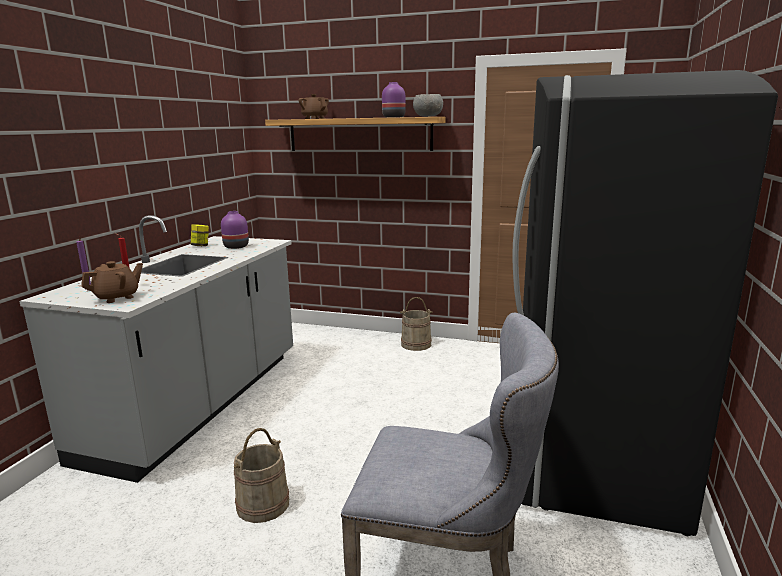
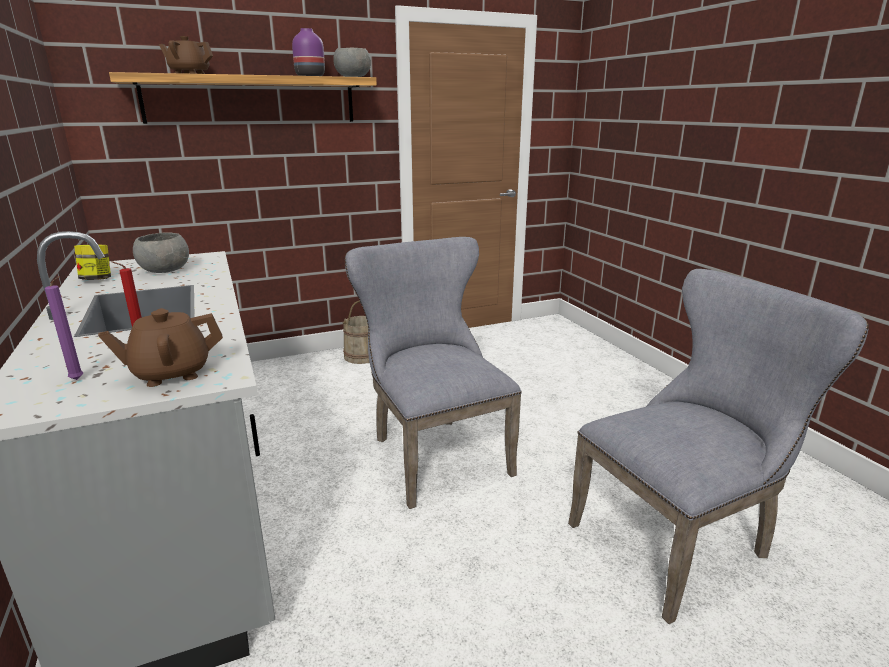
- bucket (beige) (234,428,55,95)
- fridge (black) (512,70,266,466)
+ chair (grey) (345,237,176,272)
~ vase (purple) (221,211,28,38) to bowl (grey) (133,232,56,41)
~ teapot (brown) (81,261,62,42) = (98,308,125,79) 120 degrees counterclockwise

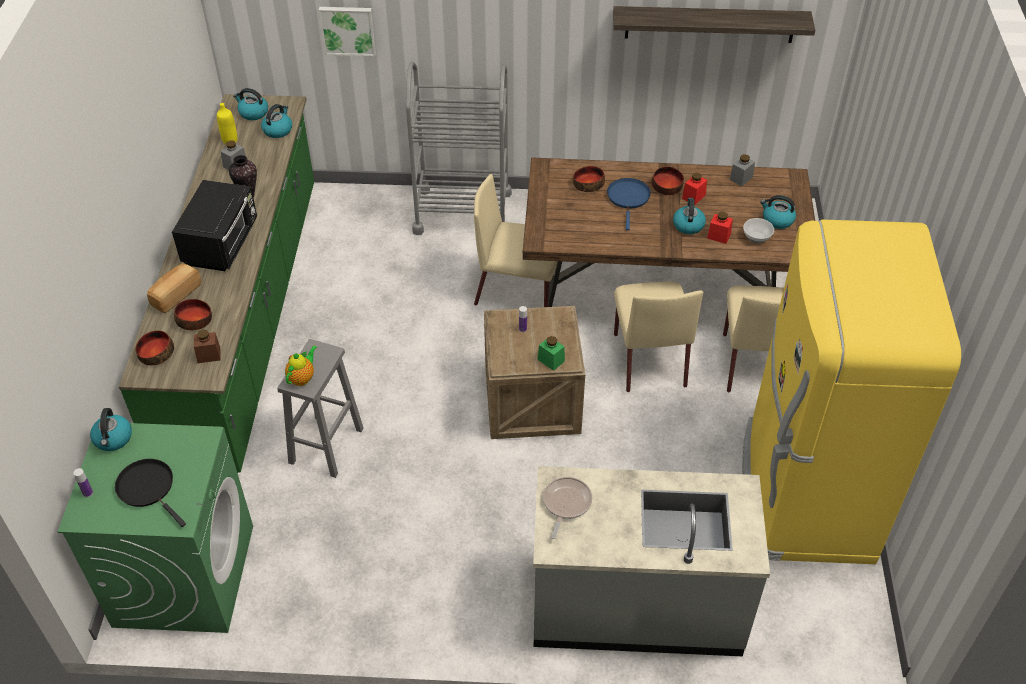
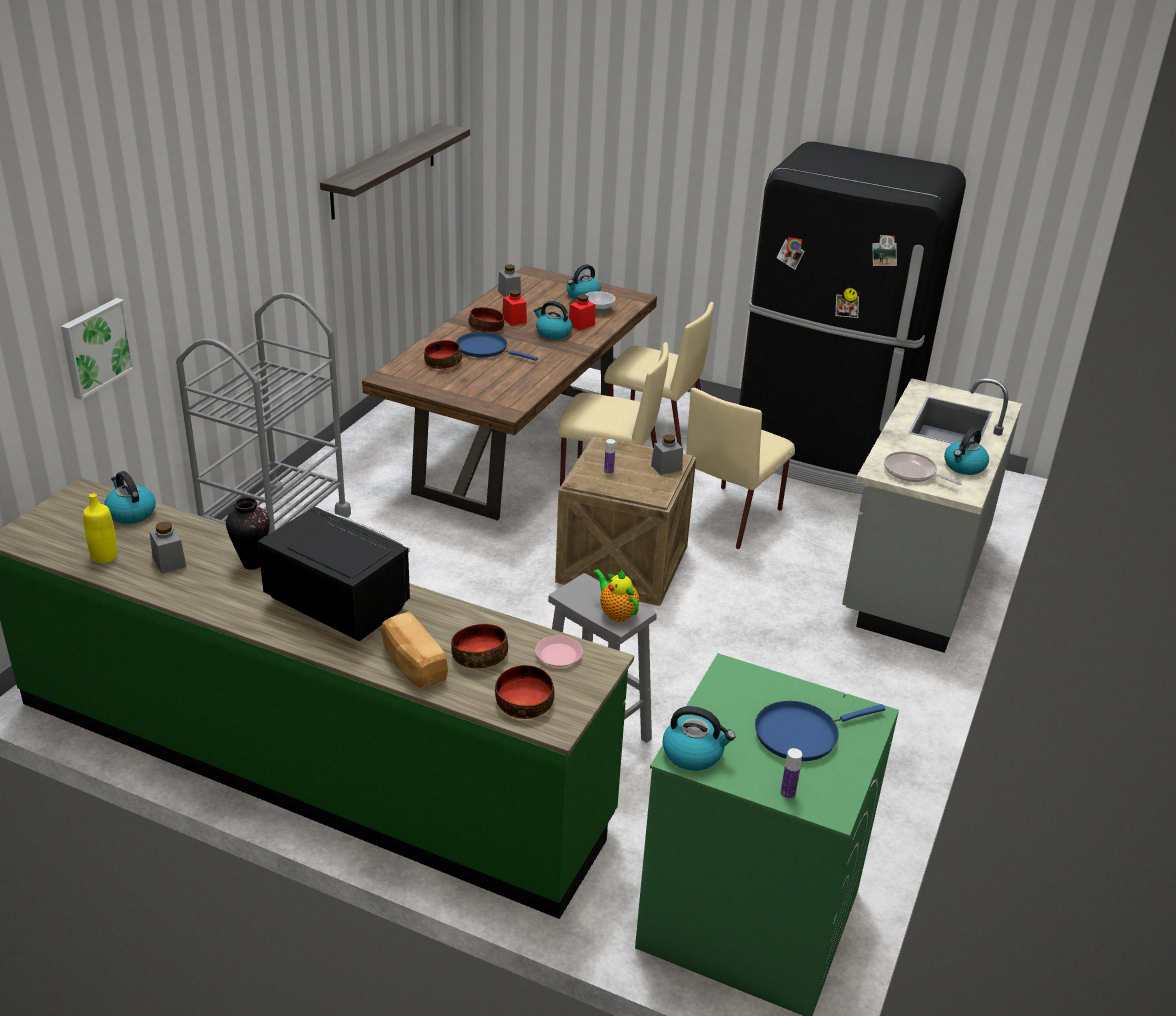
~ kettle (233,88,35,32) to (944,428,45,47)
~ chair (beige) (474,174,83,133) to (686,388,109,161)
~ jar (brown) (194,330,27,33) to plate (pink) (535,635,48,32)
~ frying pan (black) (115,459,71,68) to frying pan (blue) (755,701,130,60)
~ jar (green) (538,336,27,35) to jar (grey) (651,434,32,41)
~ fridge (yellow) (742,220,219,344) to fridge (black) (739,142,227,352)

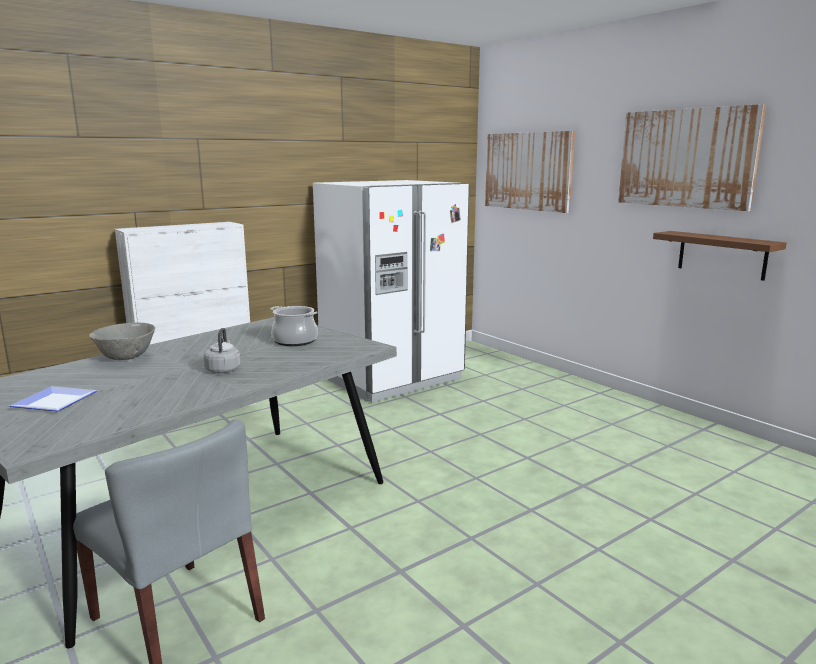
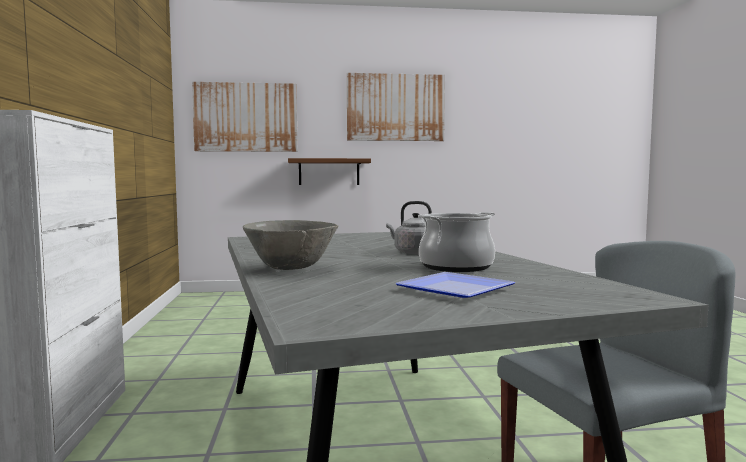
- fridge (white) (313,180,157,222)
~ cooking pot (271,306,47,40) to (418,212,77,60)
~ shelf (brown) (653,231,134,50) to (288,158,83,27)

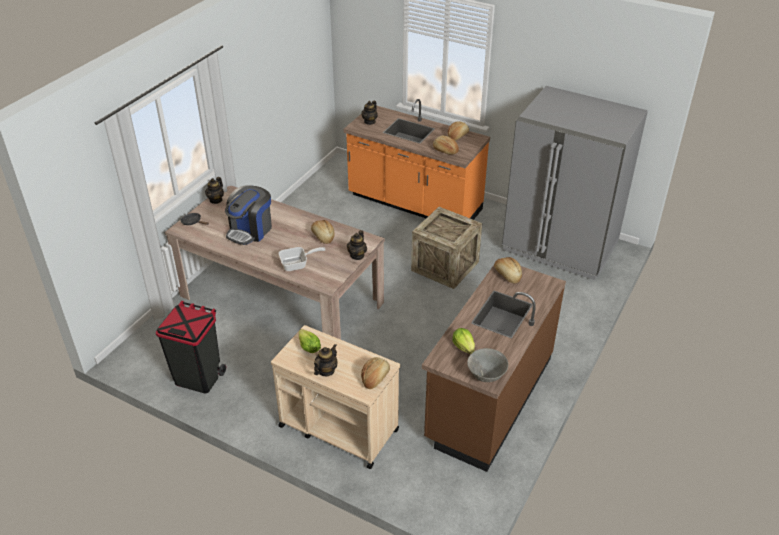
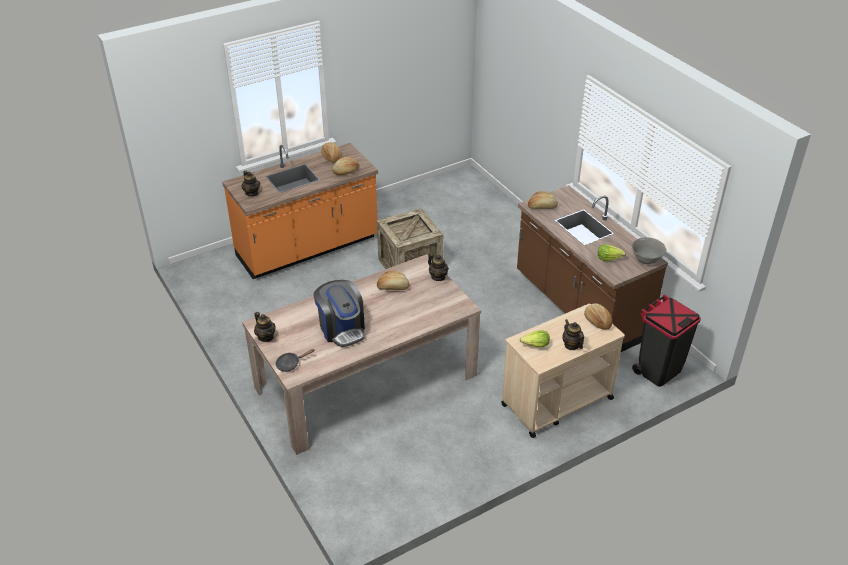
- frying pan (279,247,47,24)
- fridge (grey) (502,86,146,194)
~ trash can (black) (156,301,70,92) to (632,295,69,92)

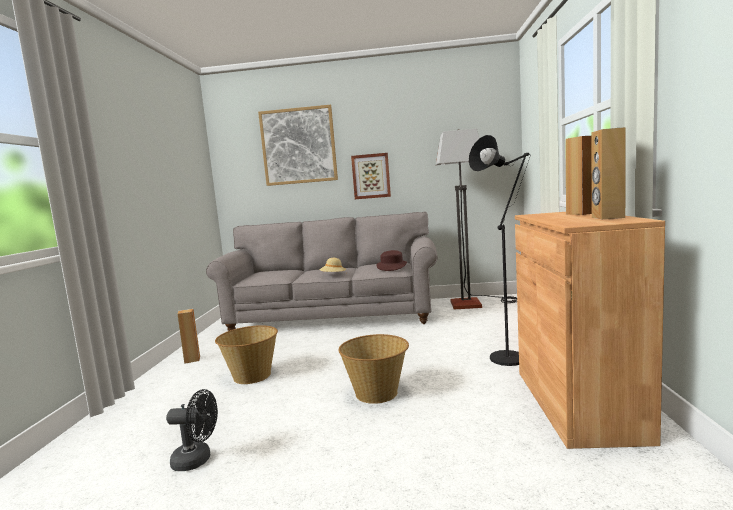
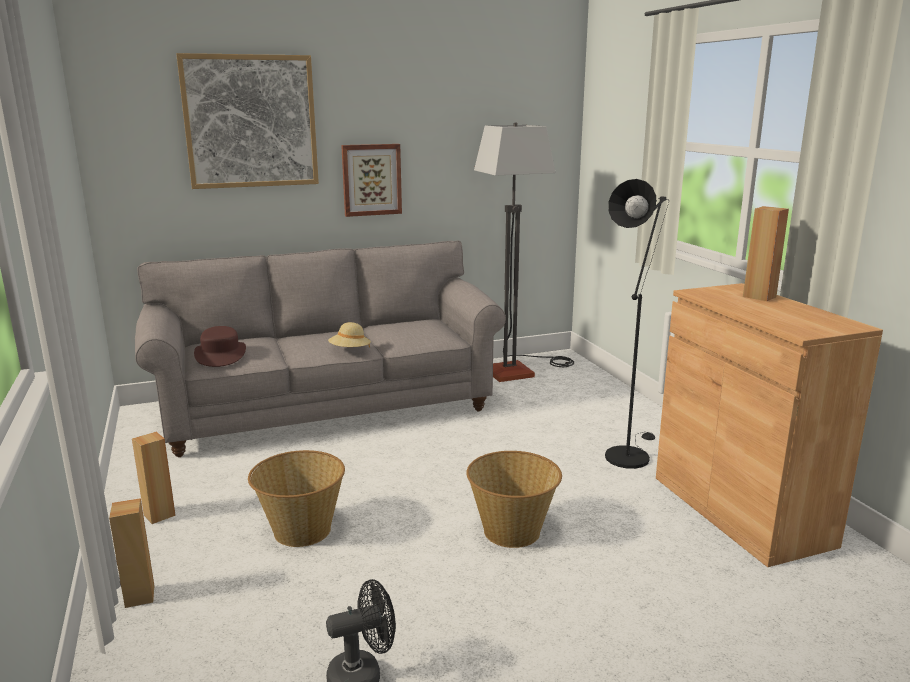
~ hat (brown) (376,250,31,21) to (194,326,52,41)
~ speaker (brown) (591,127,35,92) to (109,498,46,110)

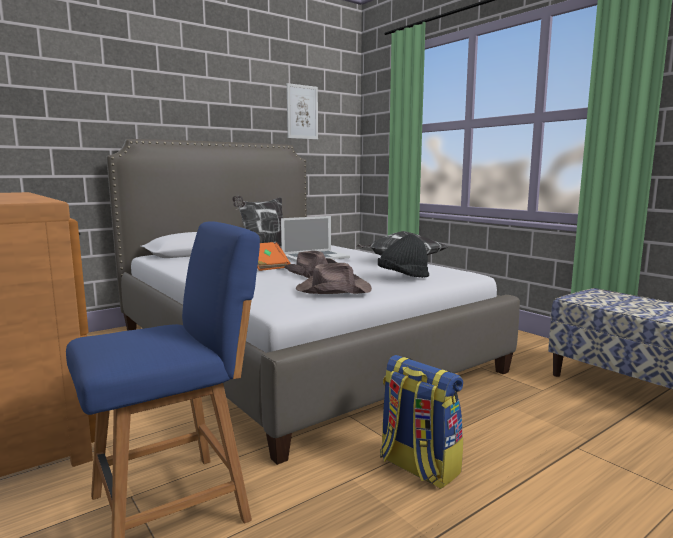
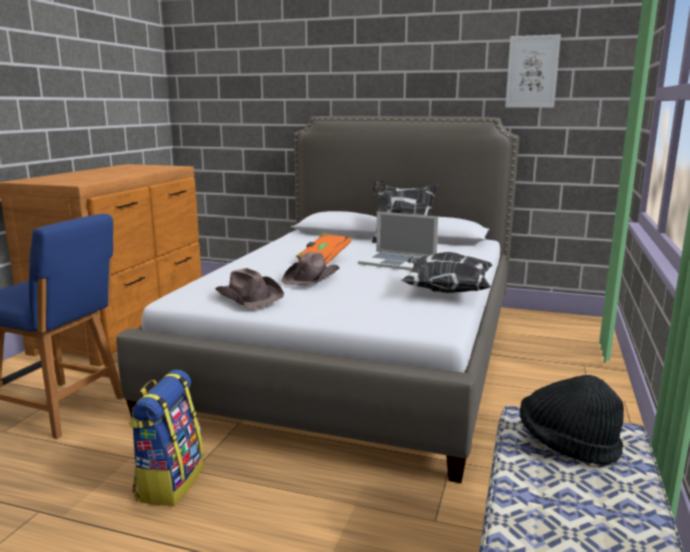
~ hat (black) (378,234,51,44) to (520,375,104,90)

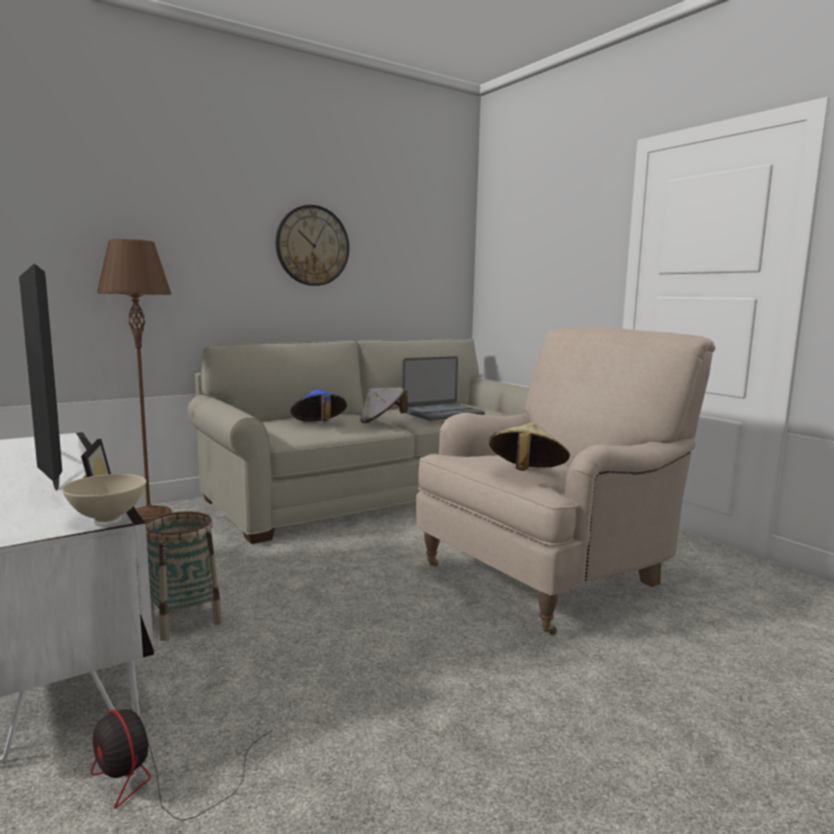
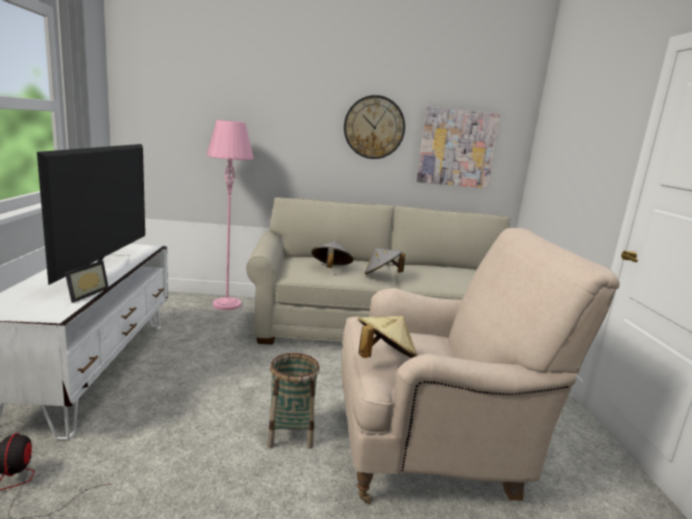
- bowl (beige) (62,474,84,48)
- laptop (402,356,83,65)
+ picture (417,107,83,81)
~ basket (146,511,76,130) to (267,353,53,95)
~ floor lamp (brown) (97,239,74,284) to floor lamp (pink) (207,120,47,190)
~ hat (blue) (291,389,56,33) to hat (grey) (311,241,43,27)

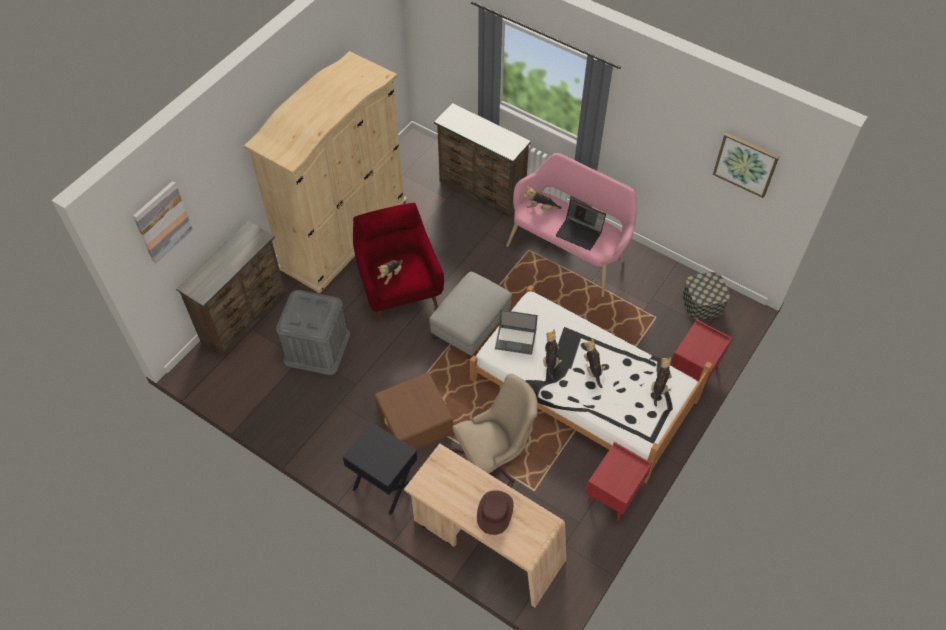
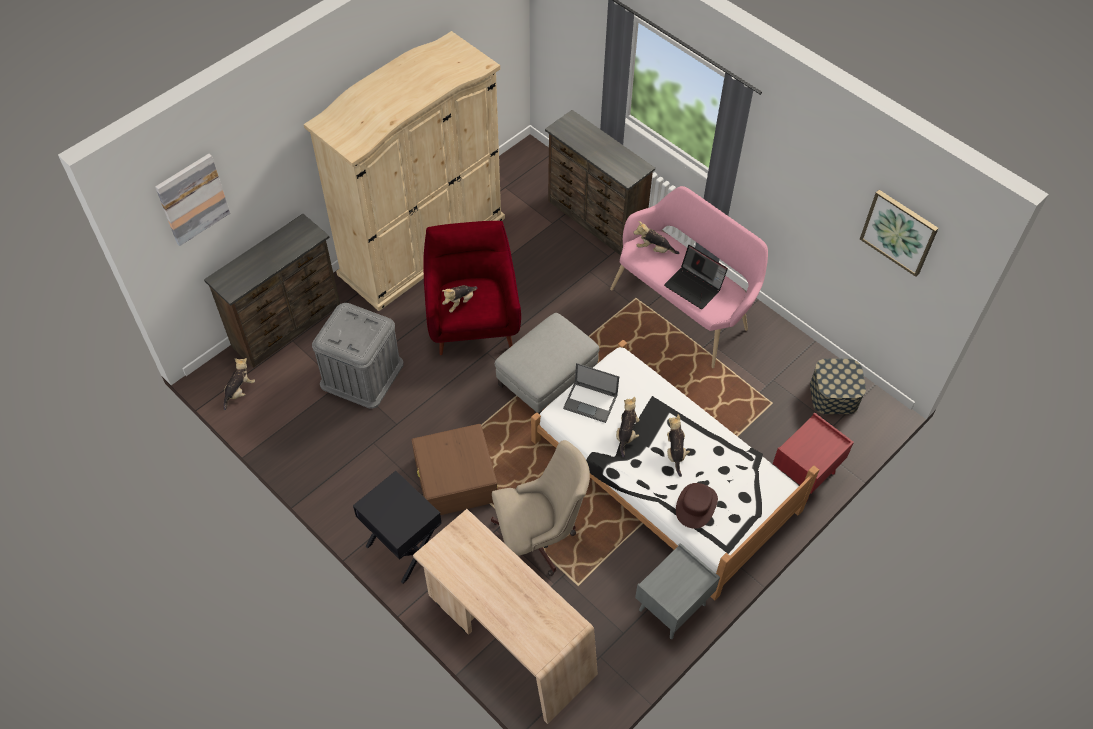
~ hat (brown) (477,490,37,45) to (676,483,42,46)
~ plush toy (651,357,21,50) to (224,358,31,52)
~ nightstand (red) (586,442,66,79) to nightstand (grey) (635,543,85,96)

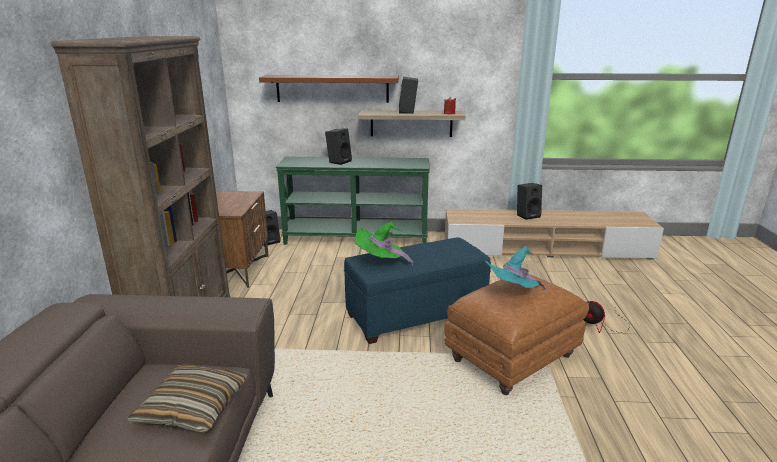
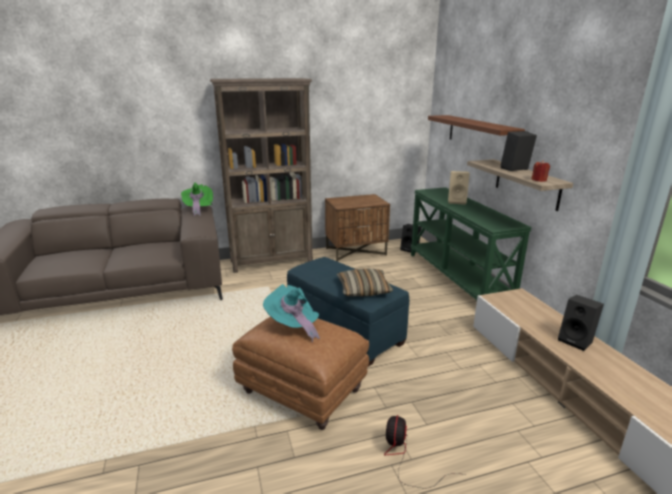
~ pillow (128,364,119,69) to (337,269,56,27)
~ hat (green) (355,222,58,44) to (181,182,32,34)
~ speaker (black) (325,128,27,37) to speaker (beige) (448,171,22,34)

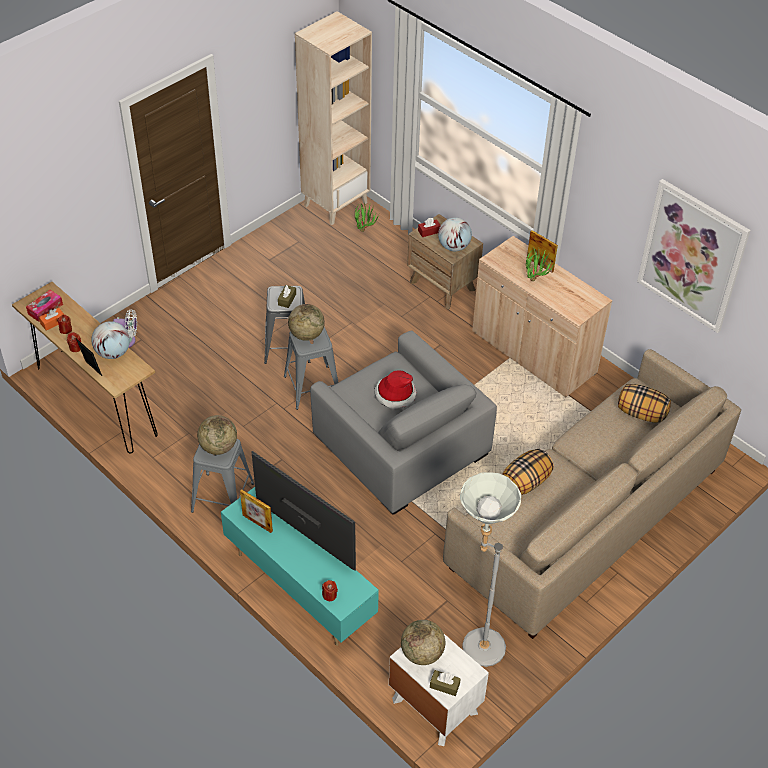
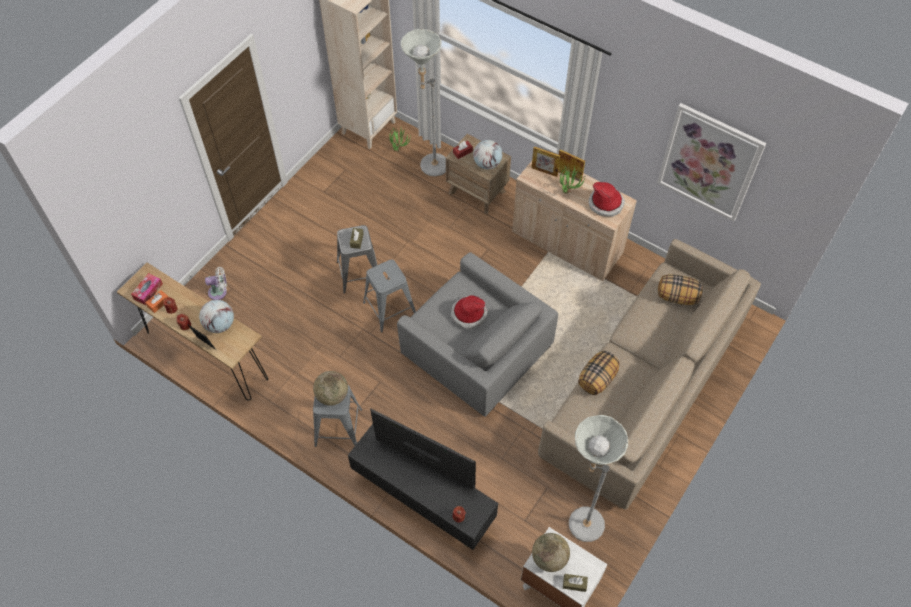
- globe (288,304,37,37)
+ floor lamp (grey) (401,29,45,147)
+ hat (589,182,36,35)
~ picture frame (240,490,33,43) to (531,146,30,31)
~ tv stand (turquoise) (221,487,158,159) to tv stand (black) (348,424,150,126)

